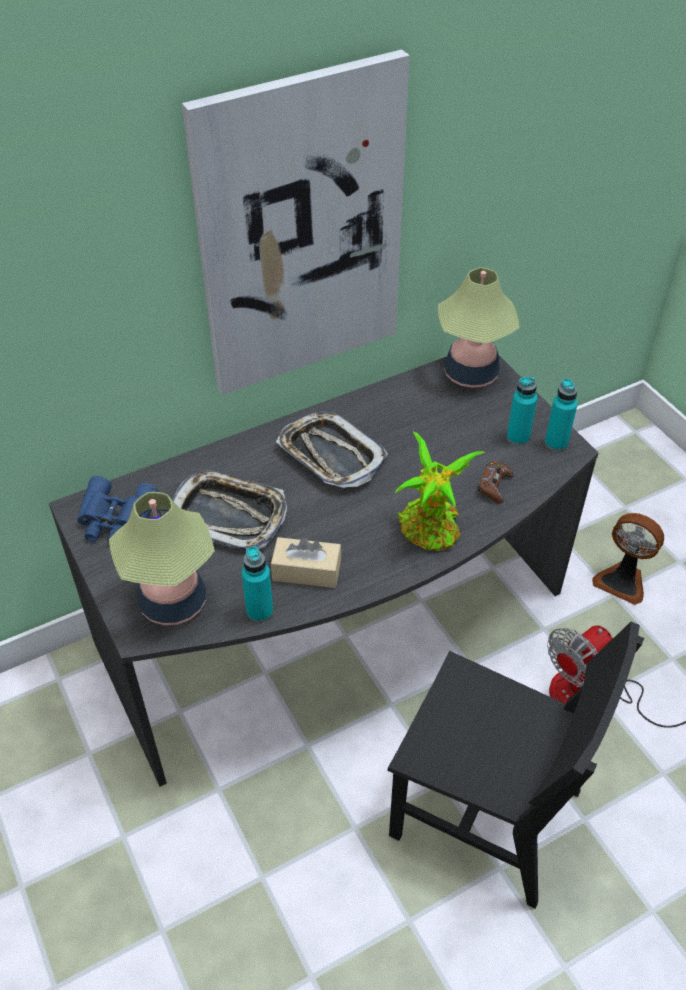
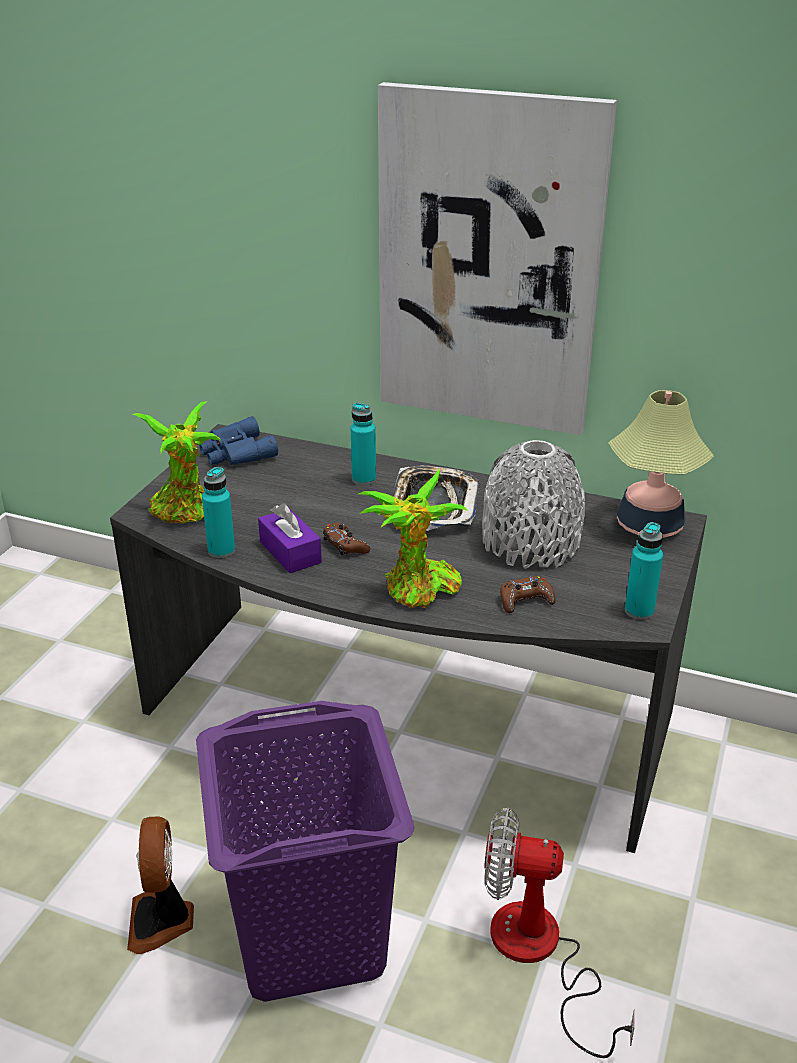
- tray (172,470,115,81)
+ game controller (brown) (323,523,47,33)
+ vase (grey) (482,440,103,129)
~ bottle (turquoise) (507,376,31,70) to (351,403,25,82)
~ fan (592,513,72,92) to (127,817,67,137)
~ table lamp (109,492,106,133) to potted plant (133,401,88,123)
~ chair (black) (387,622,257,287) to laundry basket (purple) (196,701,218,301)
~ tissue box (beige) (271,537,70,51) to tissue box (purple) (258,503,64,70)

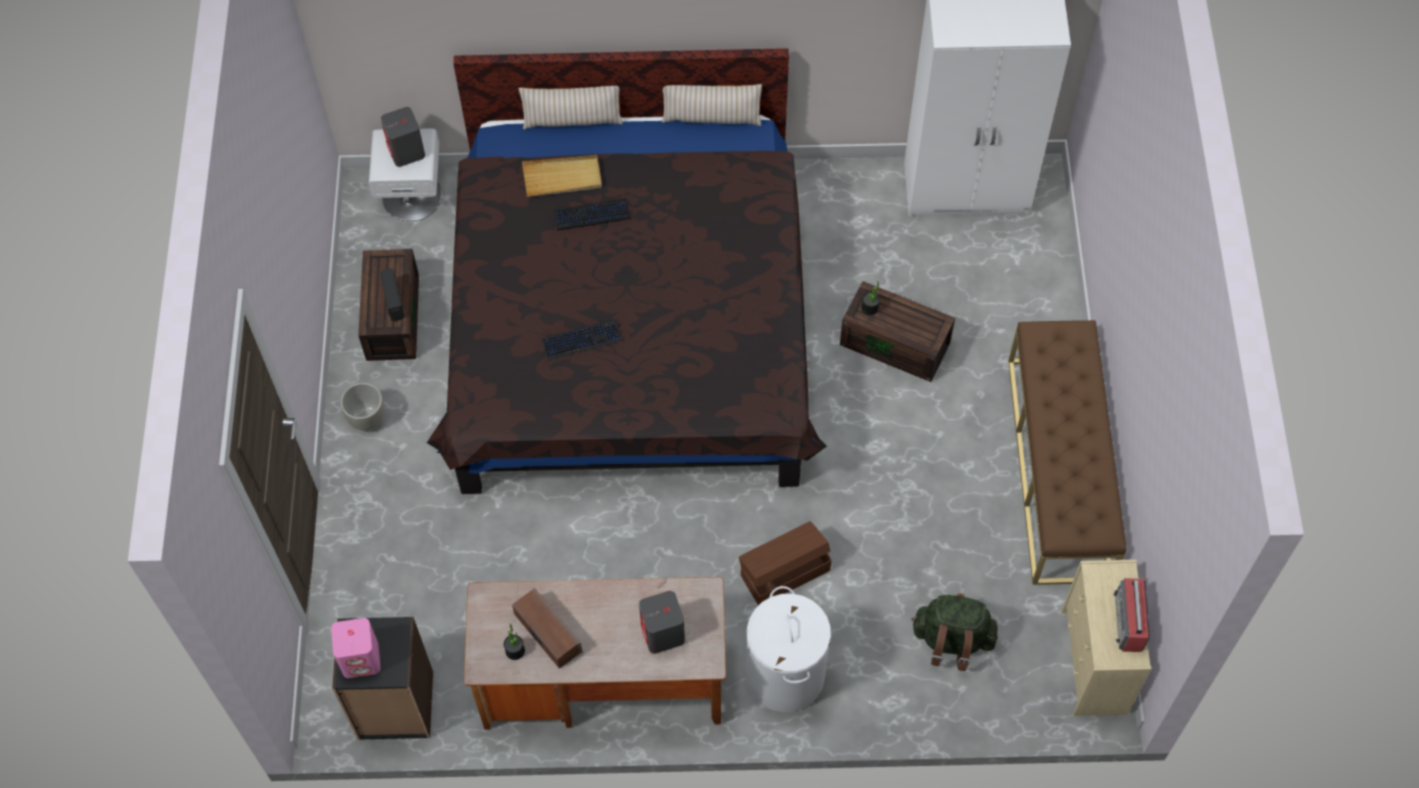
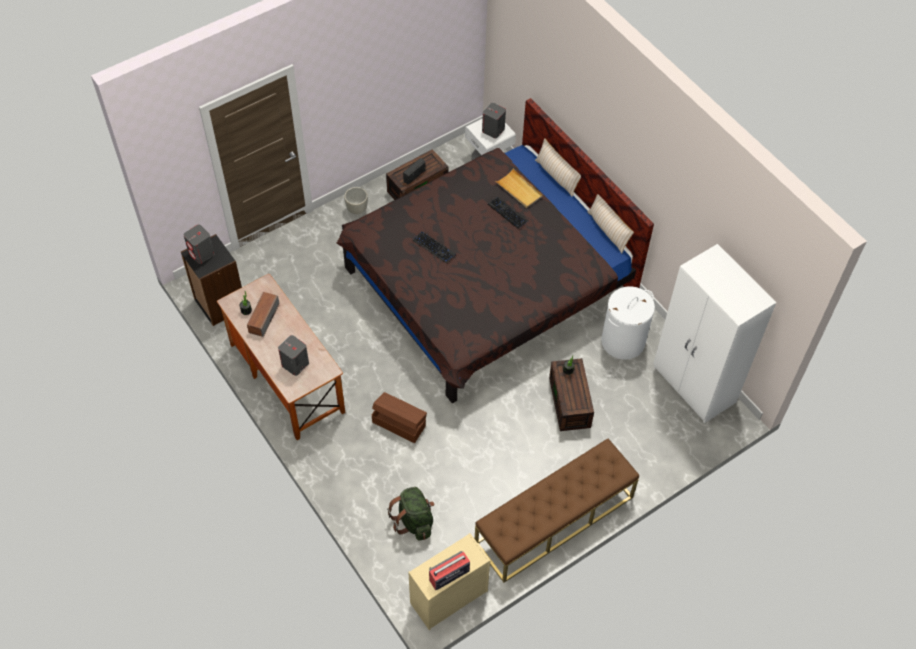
~ laundry basket (white) (746,586,85,126) to (601,286,54,74)
~ speaker (pink) (331,618,50,60) to speaker (grey) (183,225,32,39)

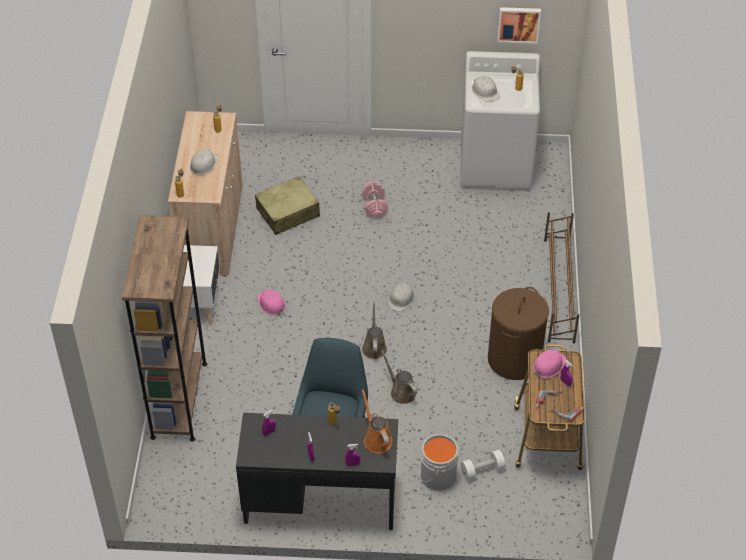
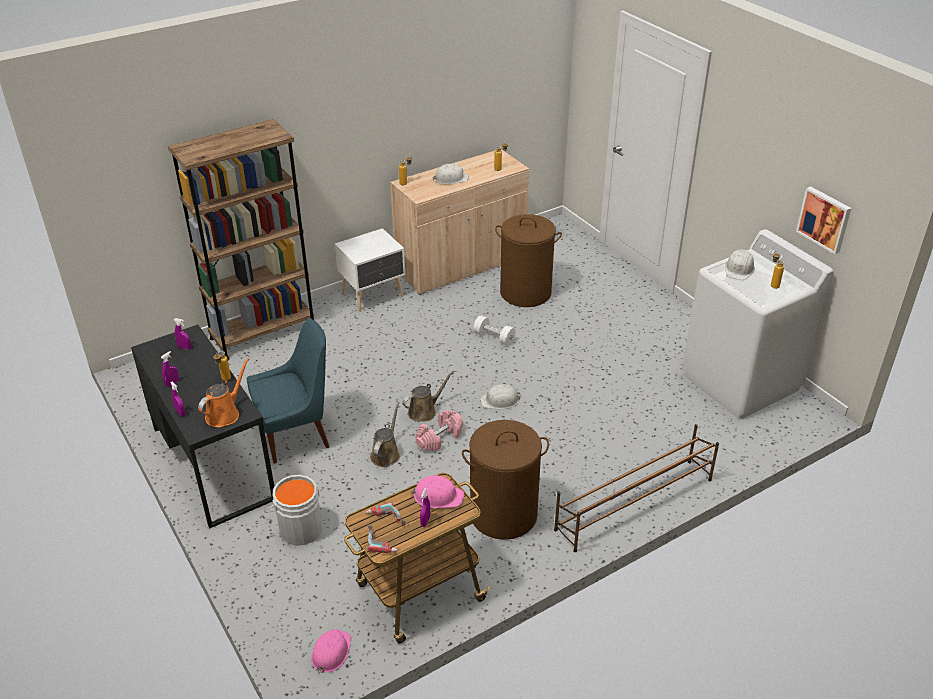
~ hard hat (pink) (257,290,29,25) to (311,629,40,45)
~ dumbbell (pink) (362,181,26,37) to (415,410,48,42)
~ dumbbell (white) (461,450,44,30) to (473,316,43,30)
~ suitcase (beige) (255,176,65,59) to laundry basket (brown) (495,214,67,93)

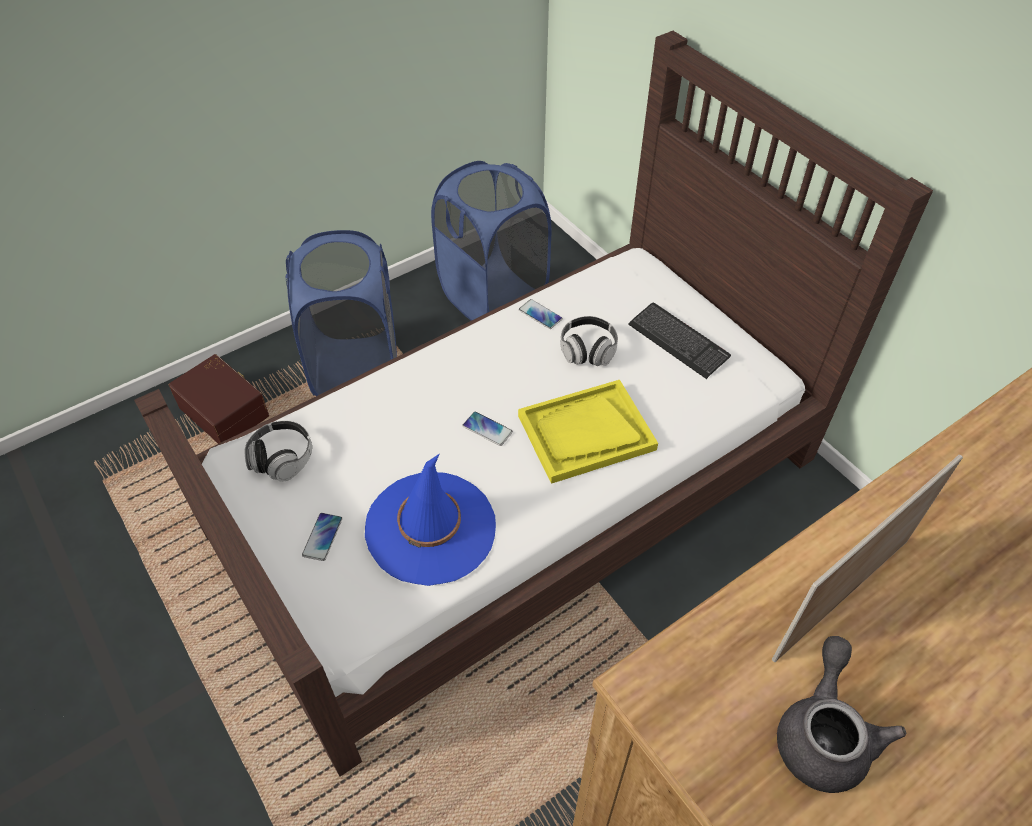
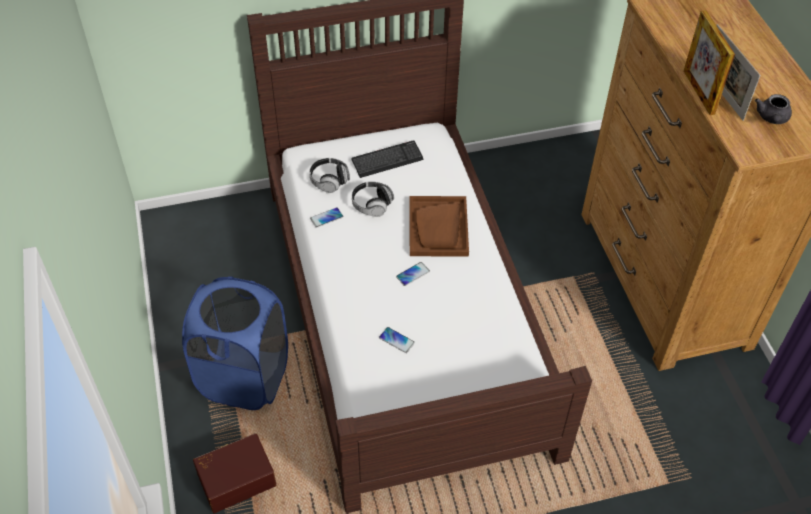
- hat (blue) (365,454,131,132)
- laundry basket (blue) (431,161,120,160)
+ picture frame (684,10,51,105)
~ headphones (245,421,67,61) to (309,158,41,35)
~ phone (302,513,41,48) to (379,327,36,26)
~ tray (yellow) (518,380,140,104) to tray (brown) (409,196,60,61)
~ teapot (grey) (777,636,129,157) = (755,94,37,30) 105 degrees counterclockwise

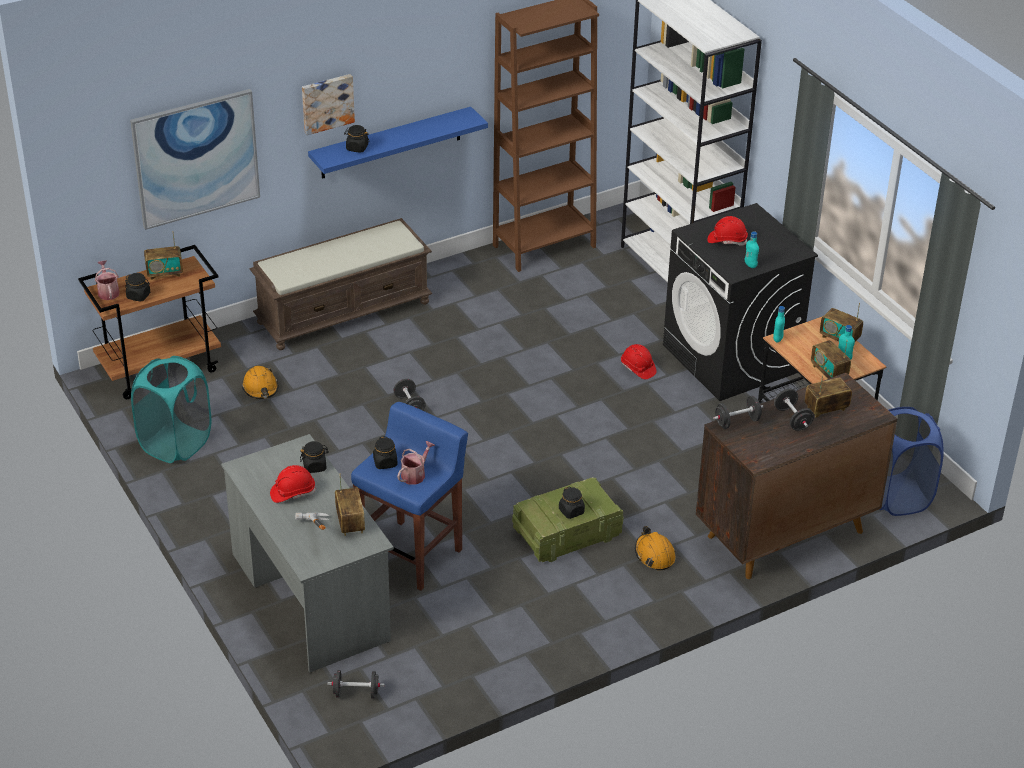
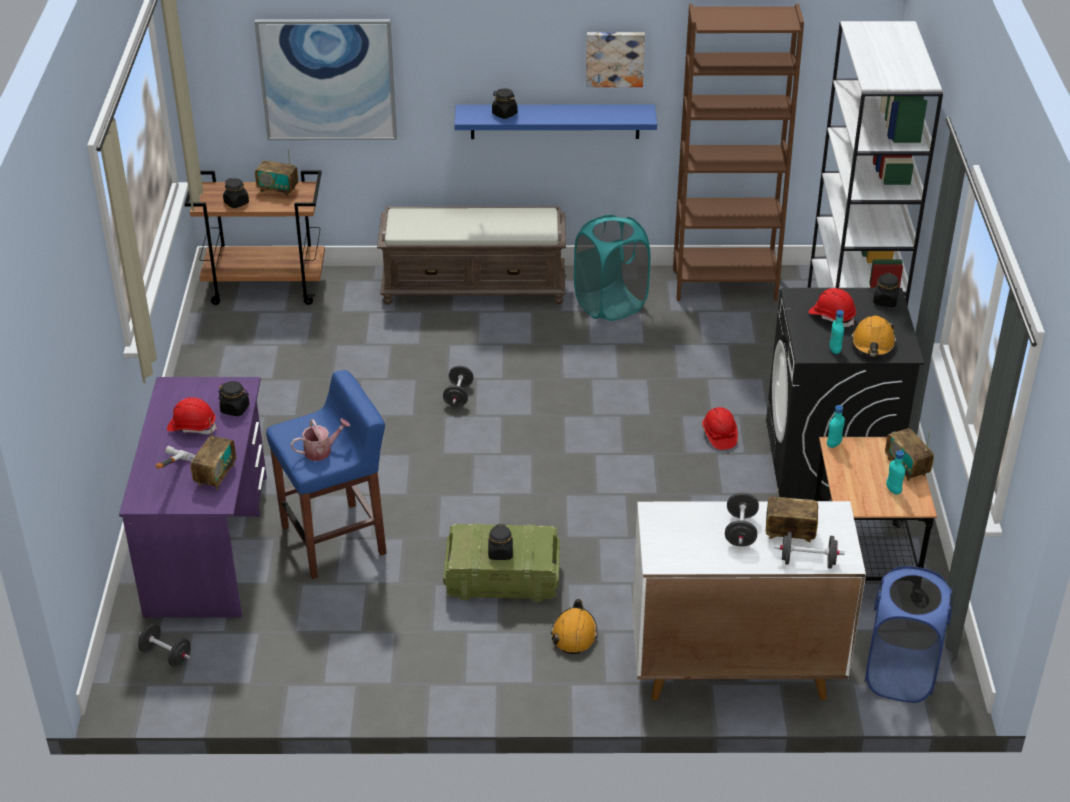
- watering can (95,260,24,40)
- radio (811,340,40,39)
~ laundry basket (turquoise) (131,356,80,107) to (574,215,76,106)
~ hard hat (orange) (242,366,36,33) to (851,315,45,42)
~ picture (302,74,53,61) to (586,32,59,55)
~ jar (black) (373,436,24,33) to (873,273,26,34)
~ dumbbell (black) (713,396,50,33) to (775,532,70,37)
~ desk (grey) (221,434,173,238) to desk (purple) (119,377,148,241)
~ cabinet (brown) (696,373,201,206) to cabinet (white) (632,501,234,200)

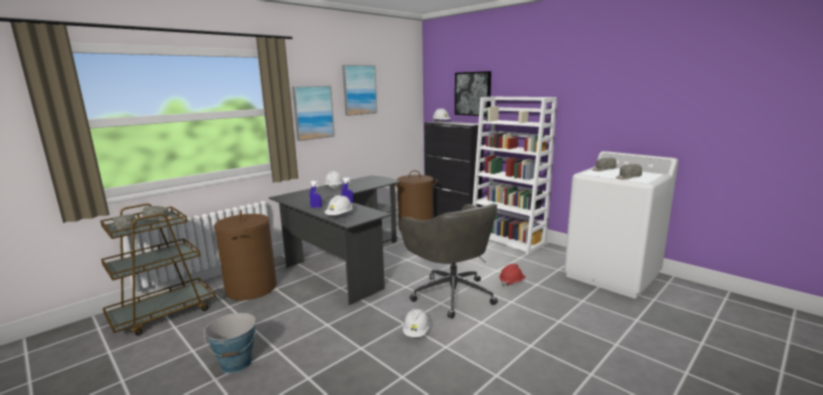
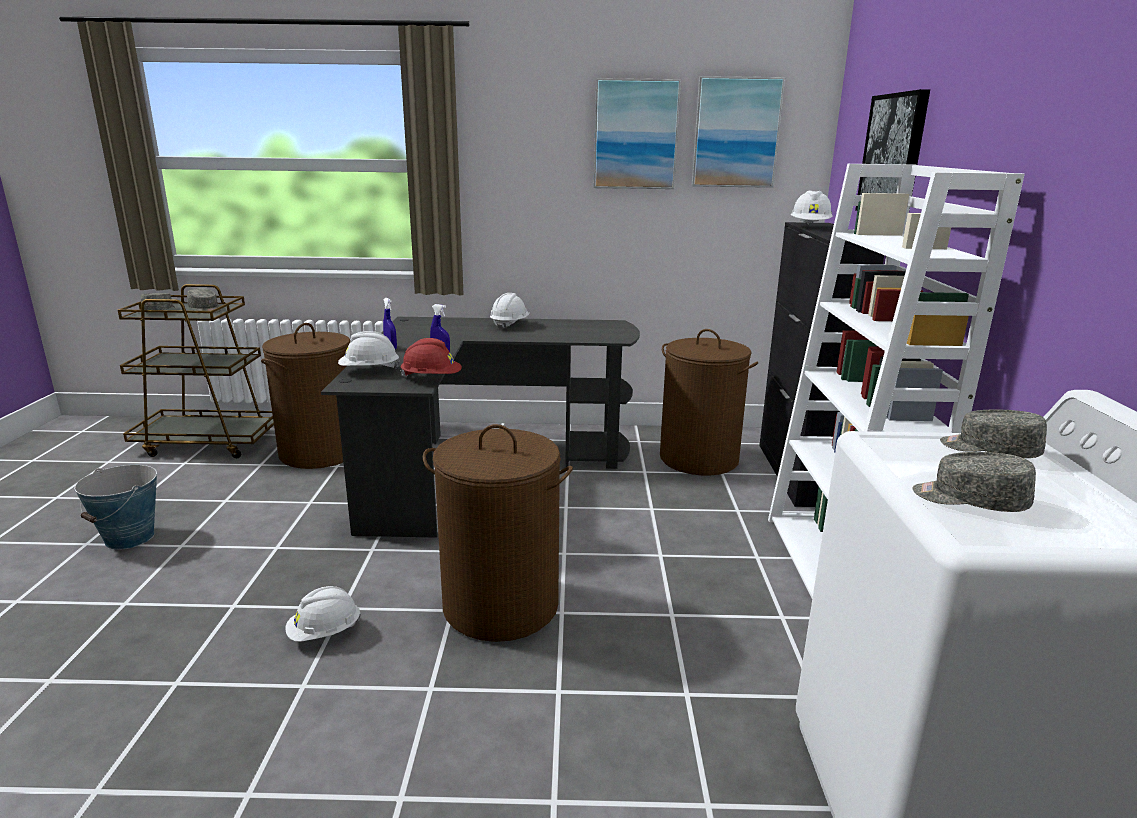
~ picture (292,86,43,55) to (691,76,94,112)
~ hard hat (red) (499,264,27,22) to (400,338,62,40)
~ office chair (grey) (400,203,98,116) to laundry basket (brown) (423,424,150,218)

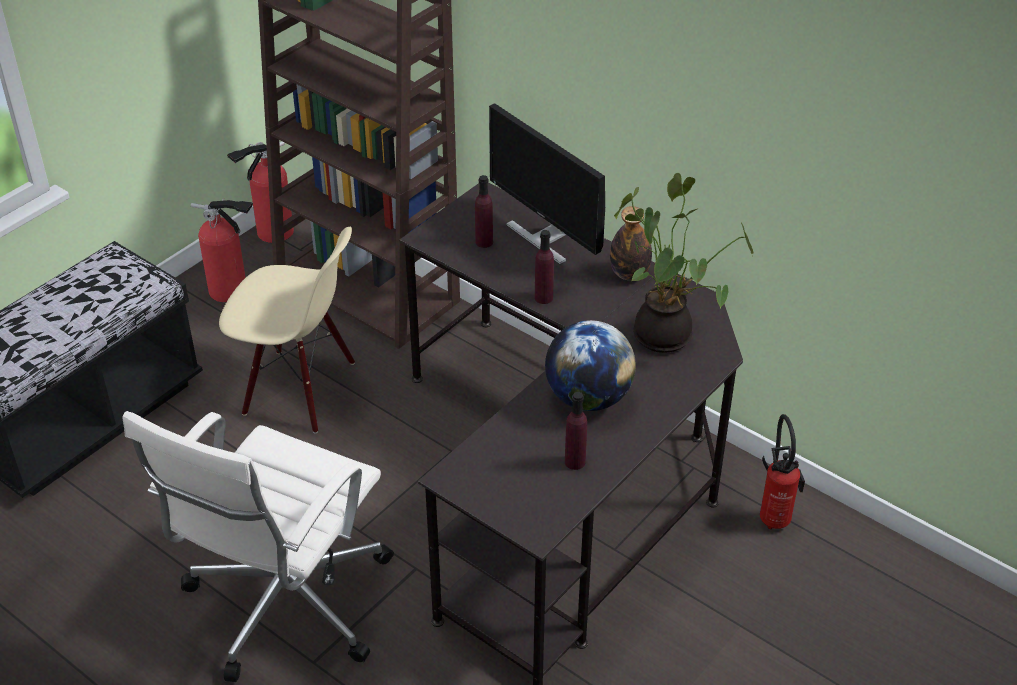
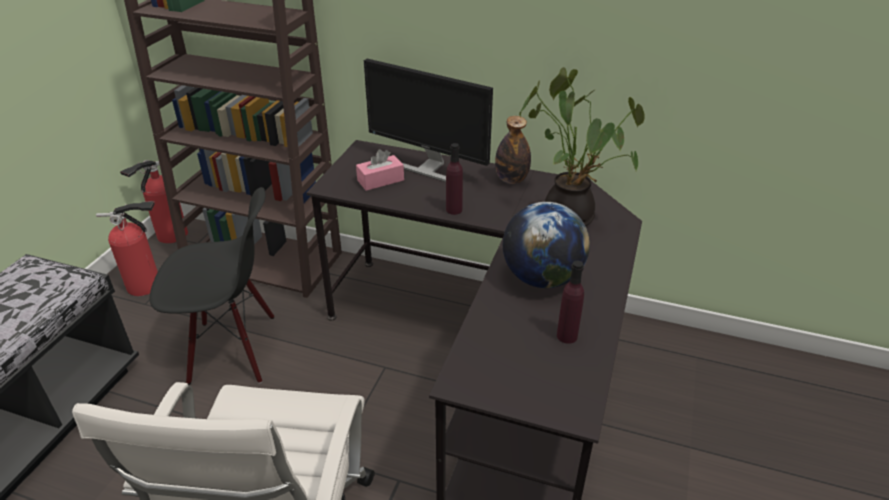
- fire extinguisher (760,414,45,115)
~ bottle (purple) (475,175,18,73) to tissue box (pink) (356,149,48,42)
~ chair (beige) (219,227,136,207) to chair (black) (150,187,124,198)

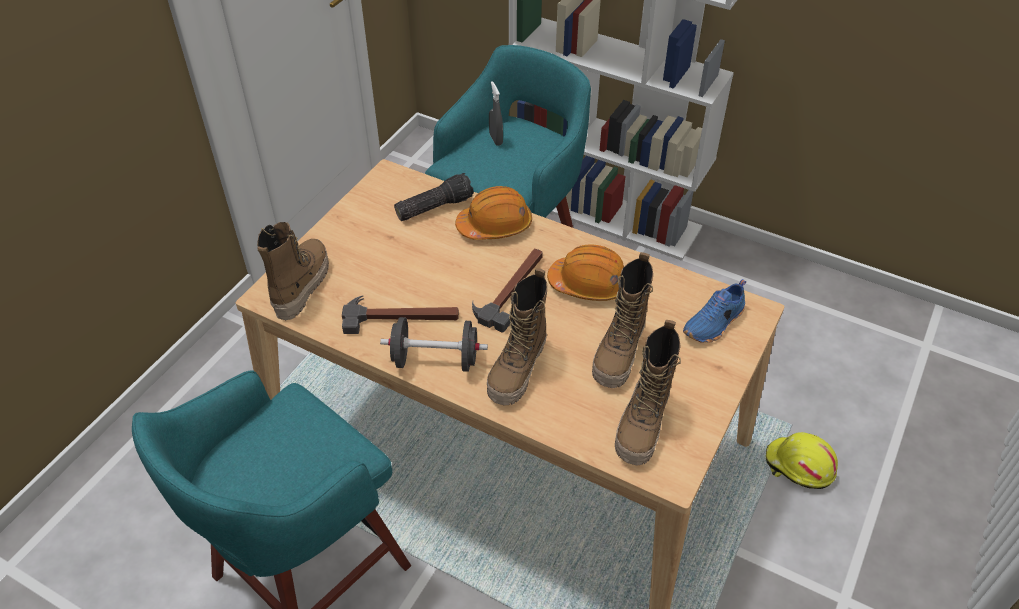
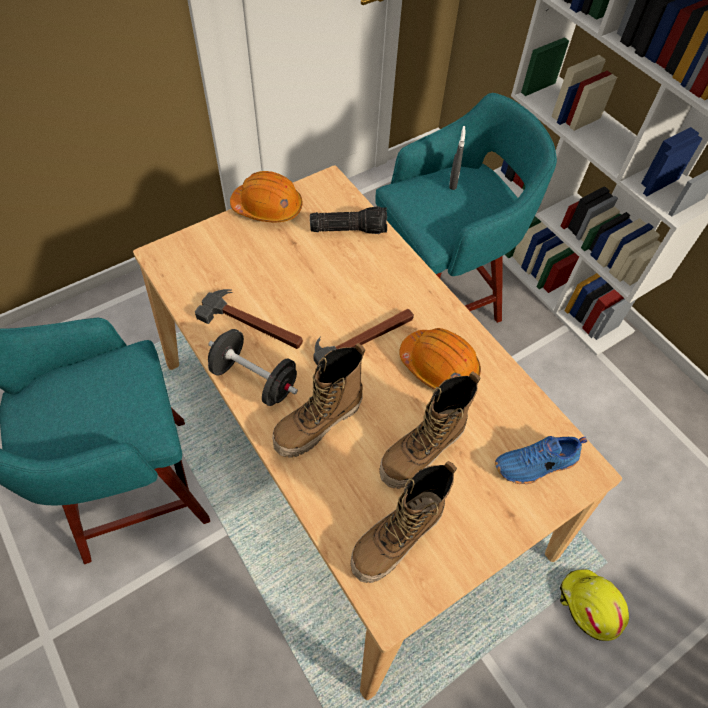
- boot (257,222,72,98)
~ hard hat (orange) (455,186,77,54) to (230,171,73,51)

